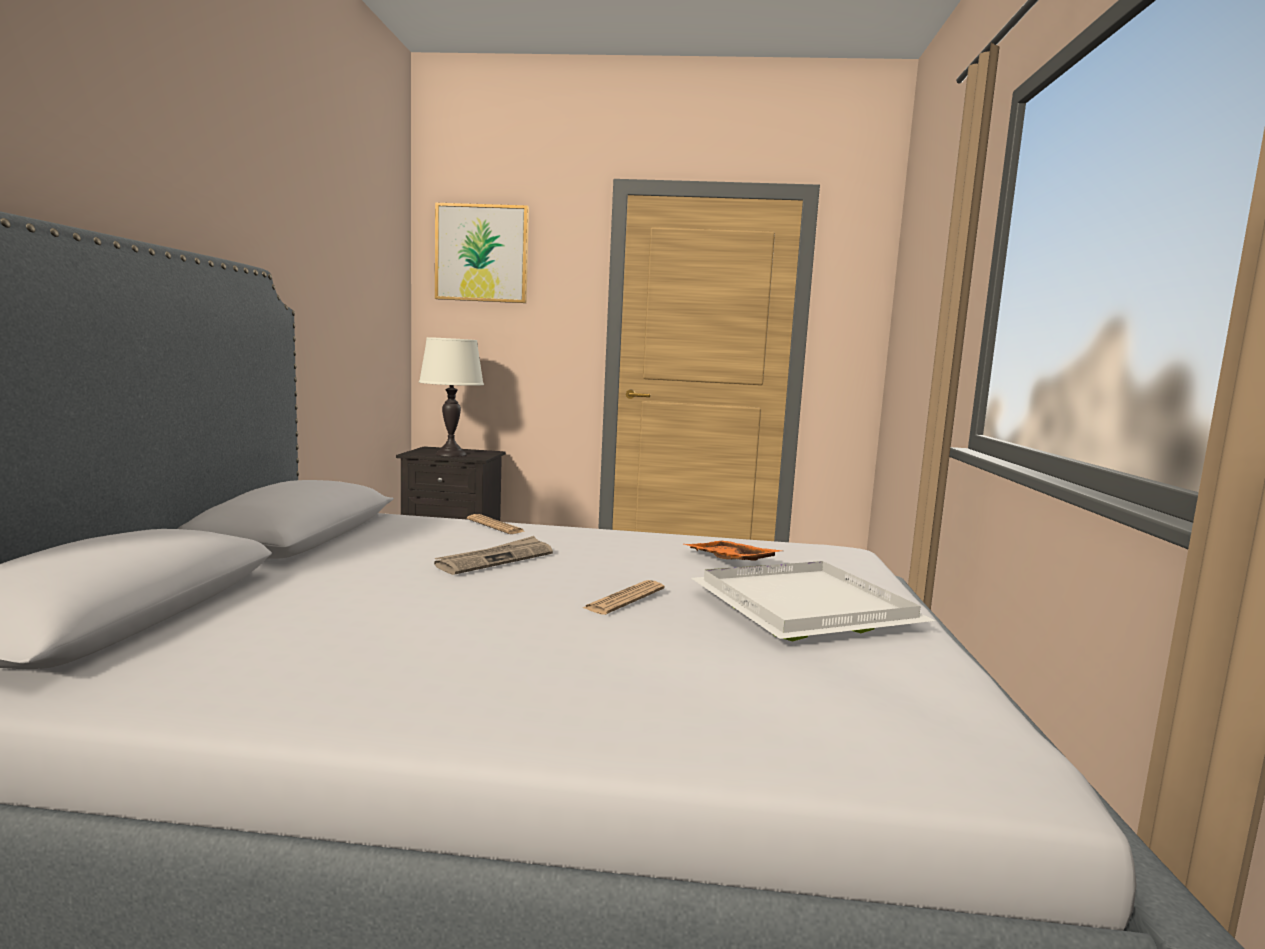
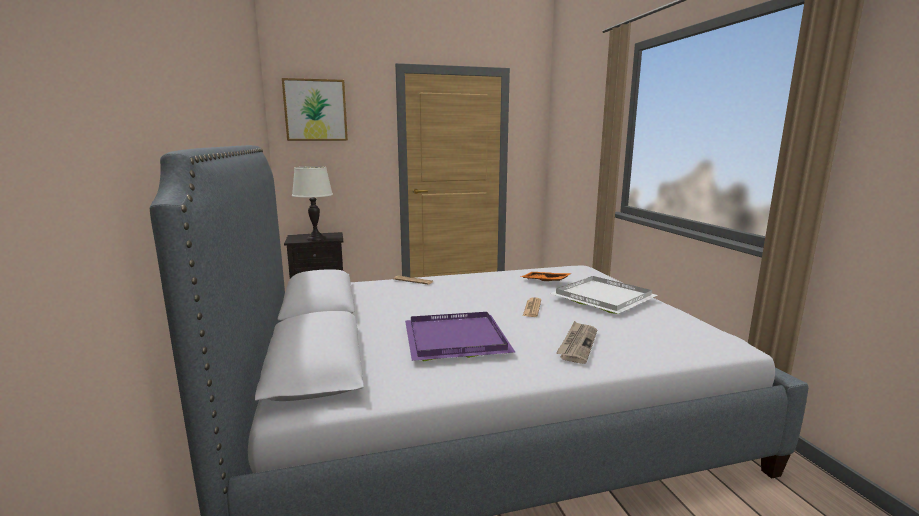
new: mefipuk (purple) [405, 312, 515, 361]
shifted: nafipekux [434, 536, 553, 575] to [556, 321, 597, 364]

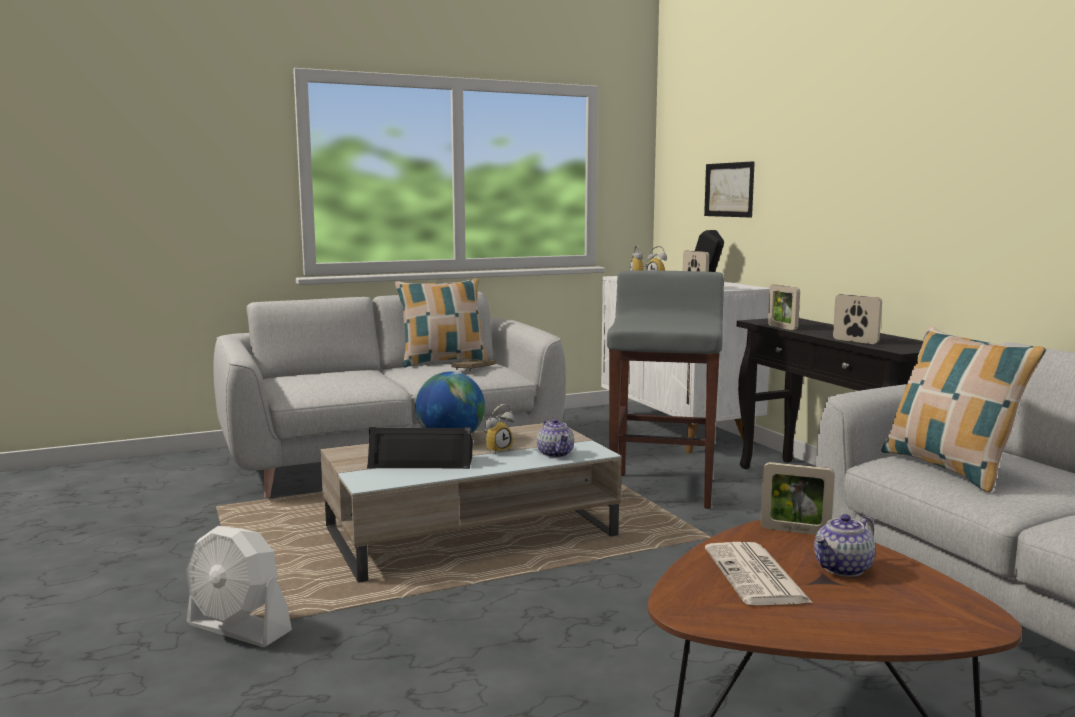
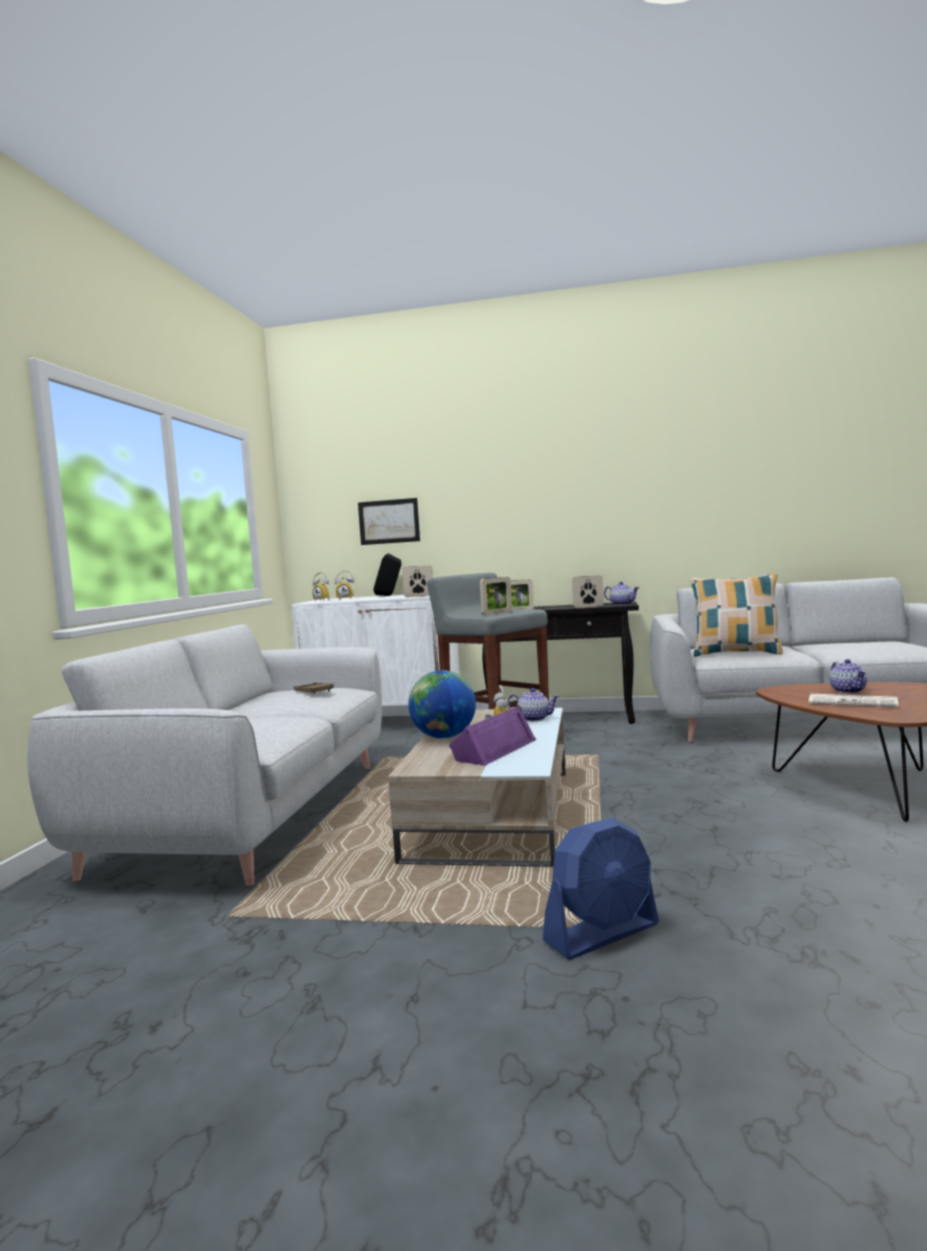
gone: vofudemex [395, 279, 487, 367]
new: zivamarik [604, 582, 640, 605]
shifted: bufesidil [760, 462, 835, 535] to [480, 577, 512, 615]
repainted: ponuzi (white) [186, 526, 292, 647] to ponuzi (blue) [543, 818, 659, 960]; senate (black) [367, 427, 473, 469] to senate (purple) [449, 705, 536, 766]

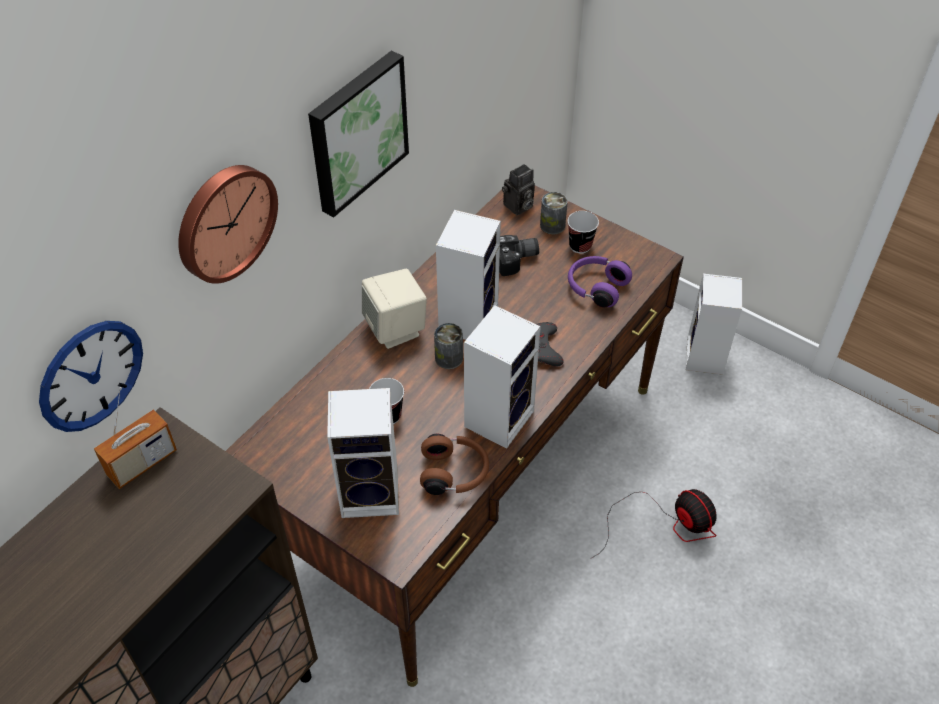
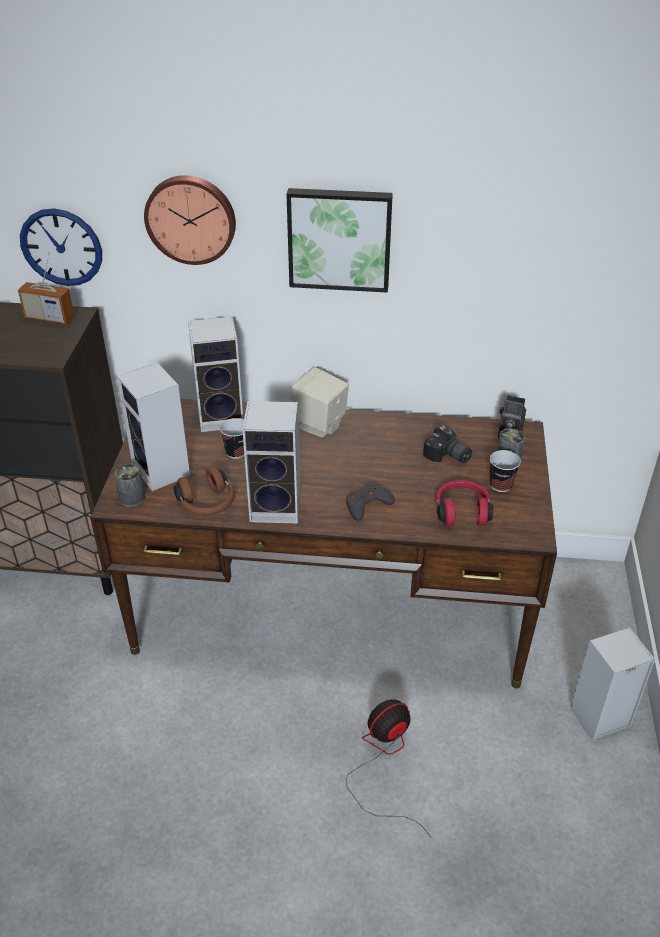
shifted: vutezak [434, 323, 463, 369] to [114, 464, 145, 507]; senate [436, 210, 501, 340] to [188, 316, 243, 432]
repainted: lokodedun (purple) [568, 256, 632, 308] to lokodedun (red) [435, 480, 493, 526]
rotated: ponuzi [590, 489, 717, 559] = [346, 699, 431, 837] 150 degrees counterclockwise

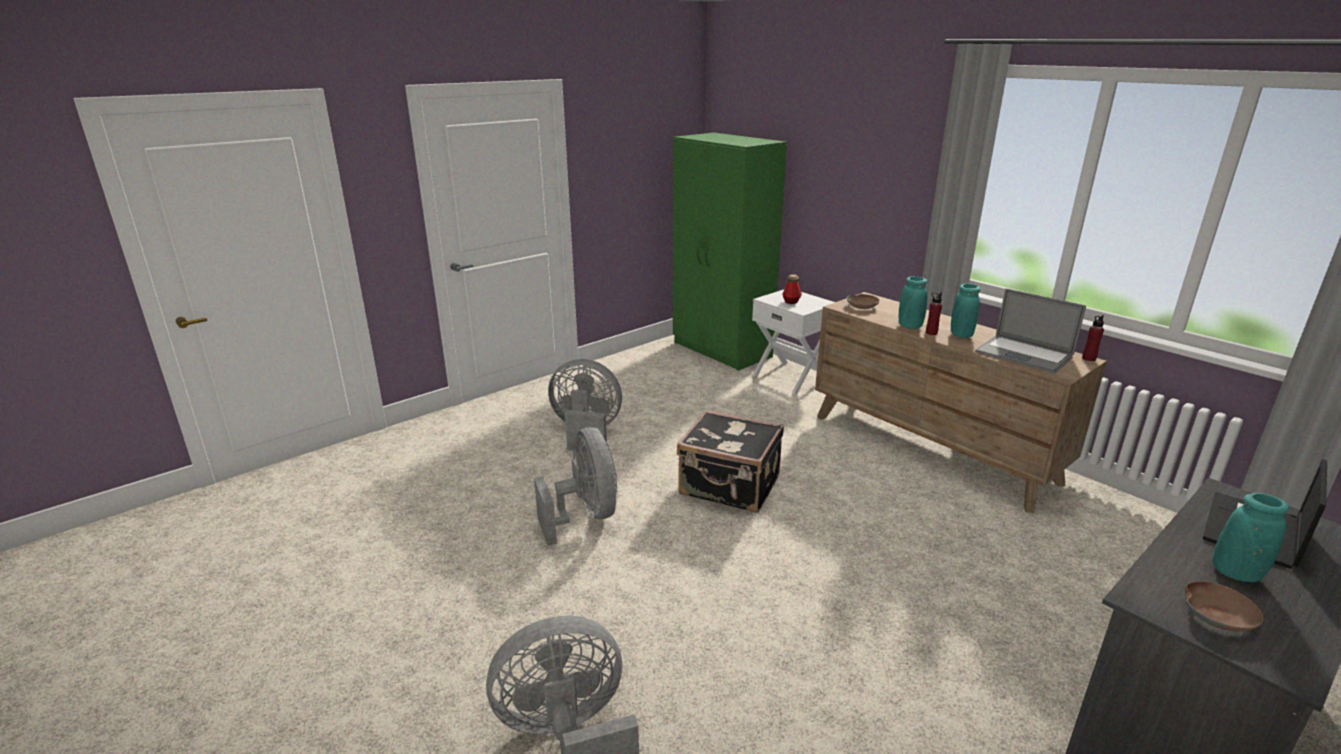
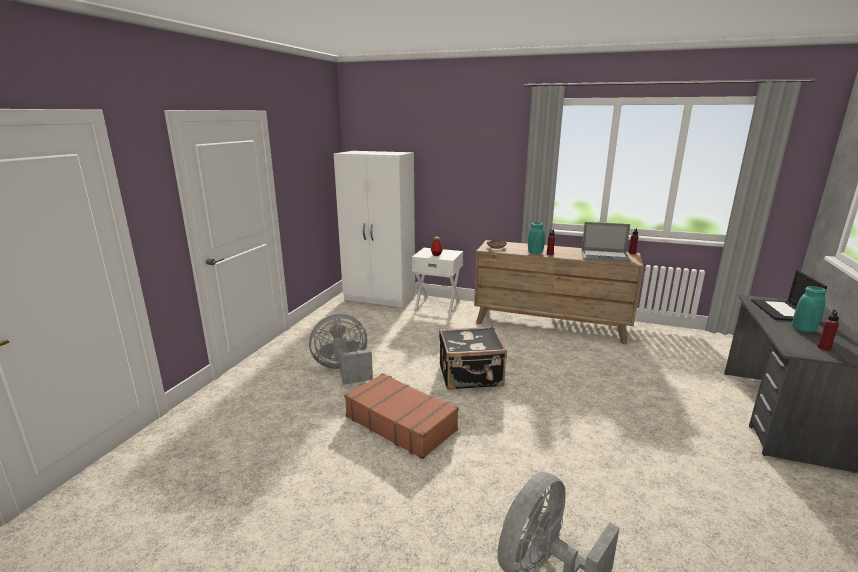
gone: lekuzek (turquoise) [951, 284, 981, 338]
swapped: ponuzi (grey) [534, 427, 618, 546] to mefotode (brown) [344, 373, 459, 459]; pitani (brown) [1185, 581, 1263, 631] to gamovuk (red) [817, 310, 839, 351]
repainted: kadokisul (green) [673, 133, 787, 370] to kadokisul (white) [334, 151, 415, 308]

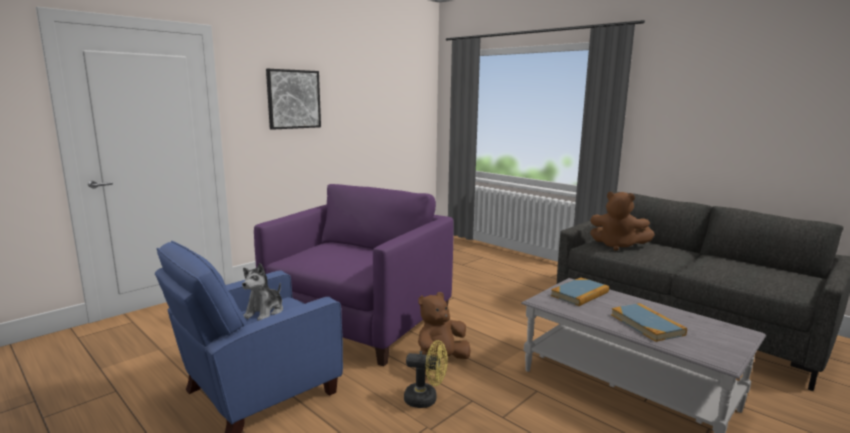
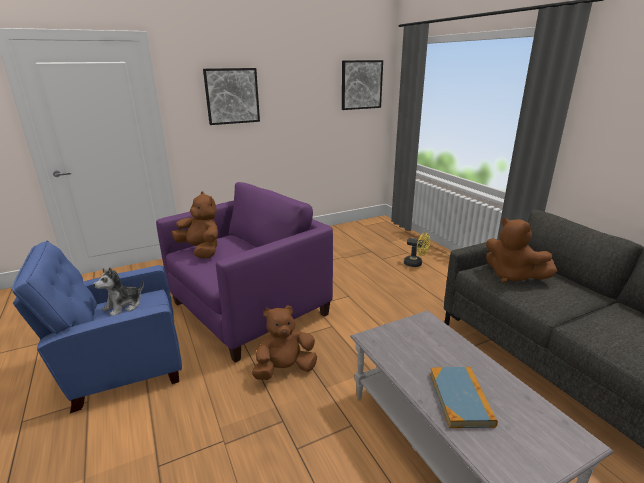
gone: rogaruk [551, 277, 609, 306]
new: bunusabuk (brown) [171, 191, 218, 258]; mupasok [342, 60, 383, 110]
shifted: ponuzi (yellow) [404, 340, 448, 408] to [404, 232, 430, 267]

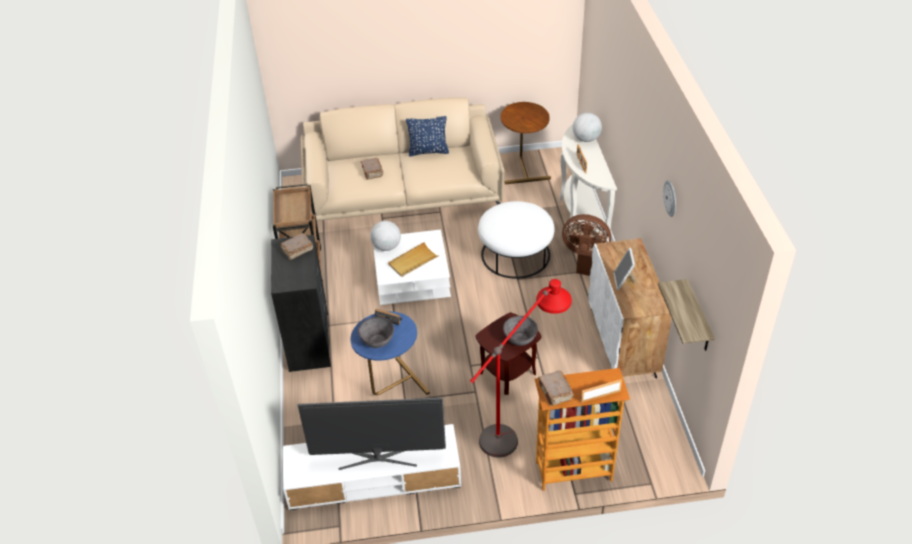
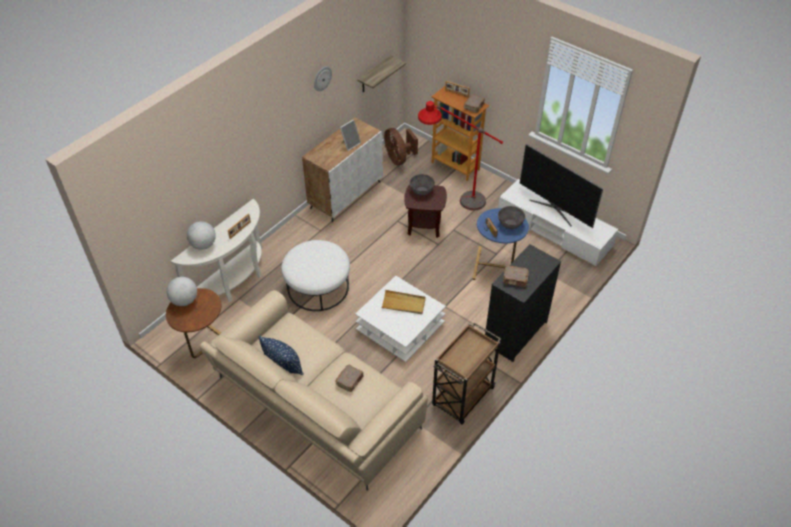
shifted: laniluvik [370, 221, 401, 251] to [167, 277, 197, 306]; ponuzi (brown) [562, 214, 611, 276] to [384, 128, 418, 165]

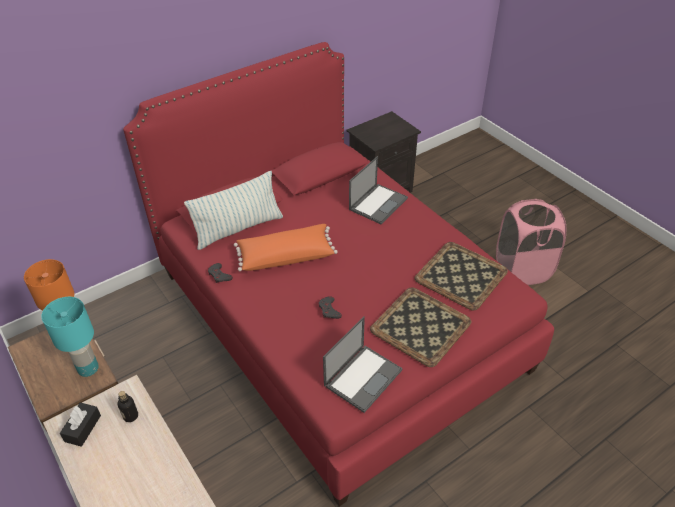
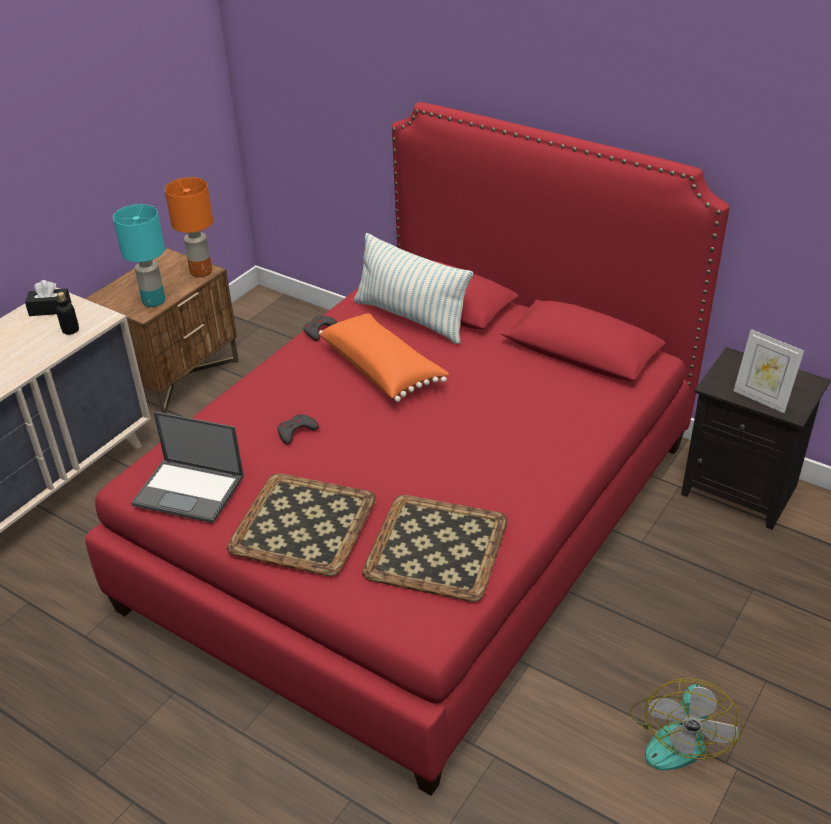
gone: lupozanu [349, 156, 408, 225]
new: bufesidil [733, 329, 804, 413]
swapped: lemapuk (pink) [496, 199, 566, 285] to ponuzi [629, 678, 743, 770]

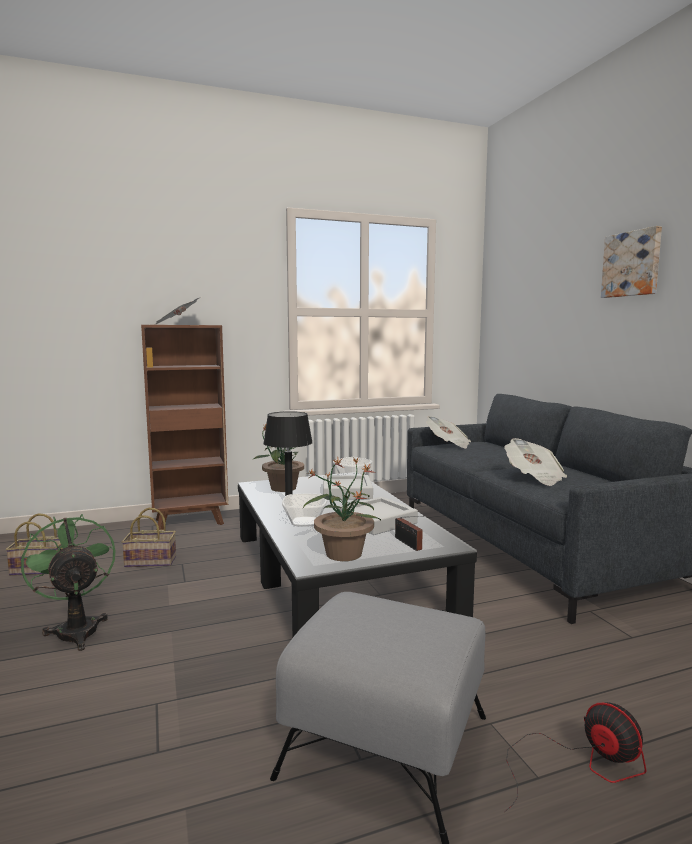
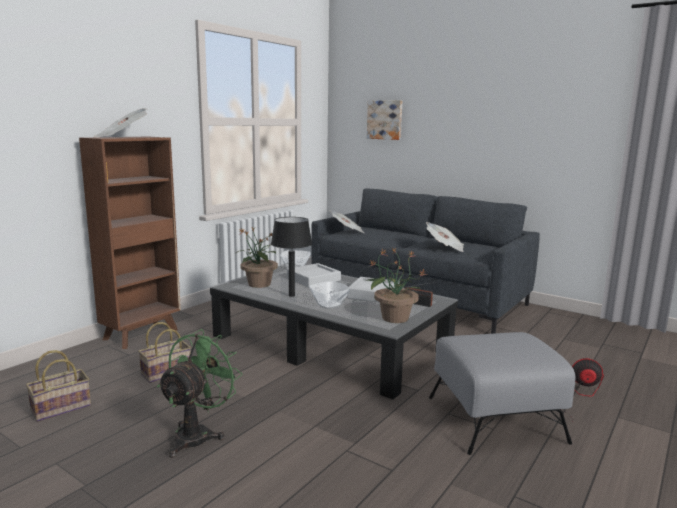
shifted: mupasok [601, 226, 662, 298] to [367, 100, 402, 140]
rotated: ponuzi (green) [21, 514, 115, 651] = [157, 329, 243, 458] 90 degrees clockwise

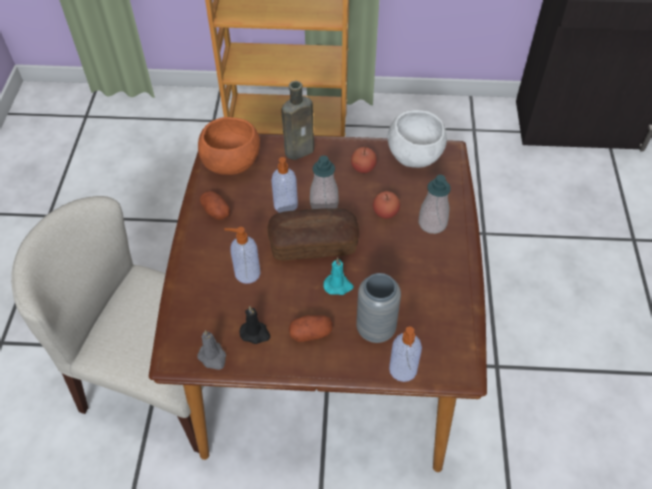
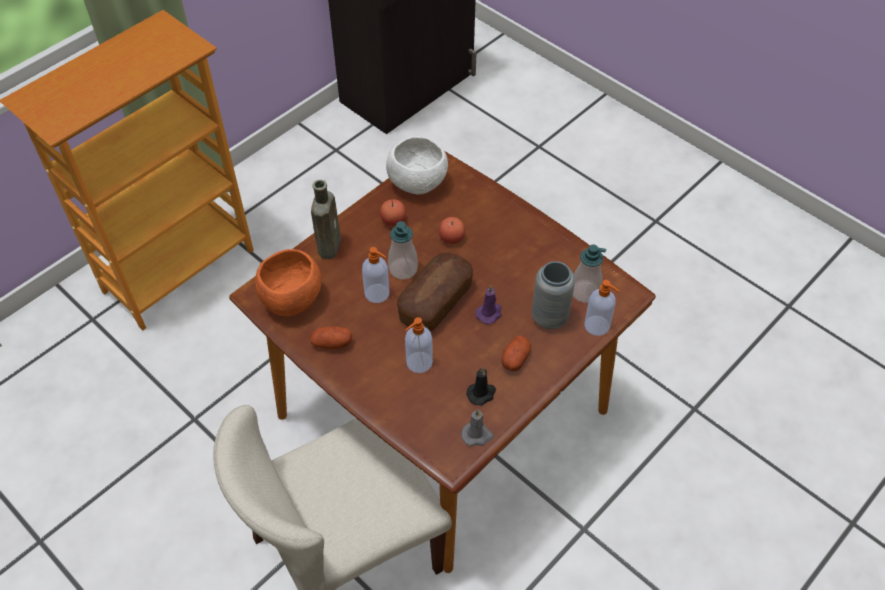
shifted: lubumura [419, 175, 451, 234] to [573, 245, 606, 303]
repainted: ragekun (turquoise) [323, 257, 354, 295] to ragekun (purple) [476, 285, 502, 324]

